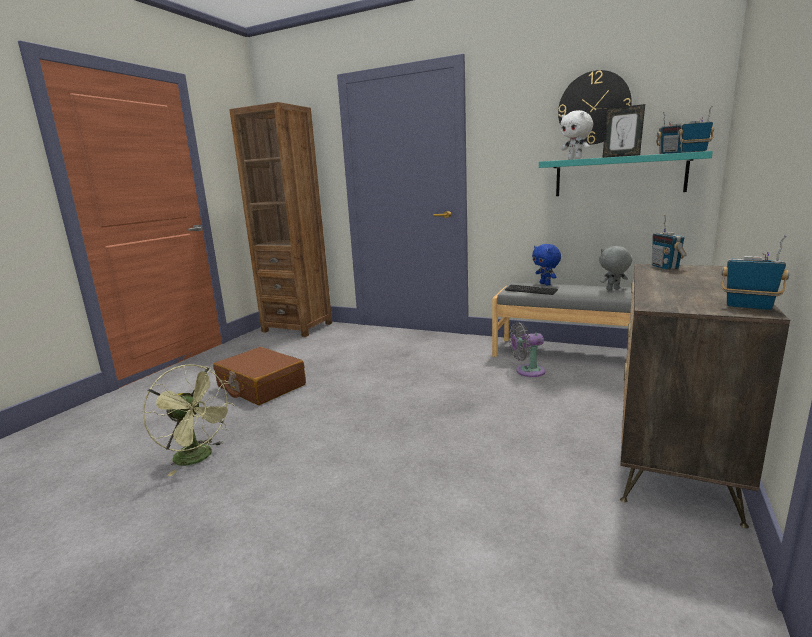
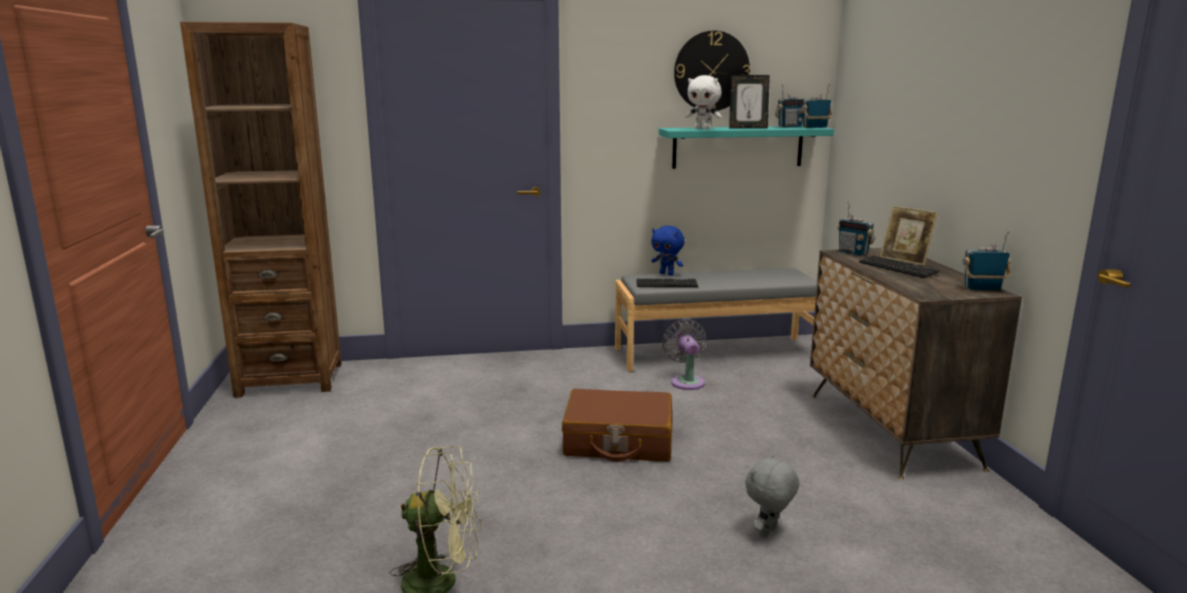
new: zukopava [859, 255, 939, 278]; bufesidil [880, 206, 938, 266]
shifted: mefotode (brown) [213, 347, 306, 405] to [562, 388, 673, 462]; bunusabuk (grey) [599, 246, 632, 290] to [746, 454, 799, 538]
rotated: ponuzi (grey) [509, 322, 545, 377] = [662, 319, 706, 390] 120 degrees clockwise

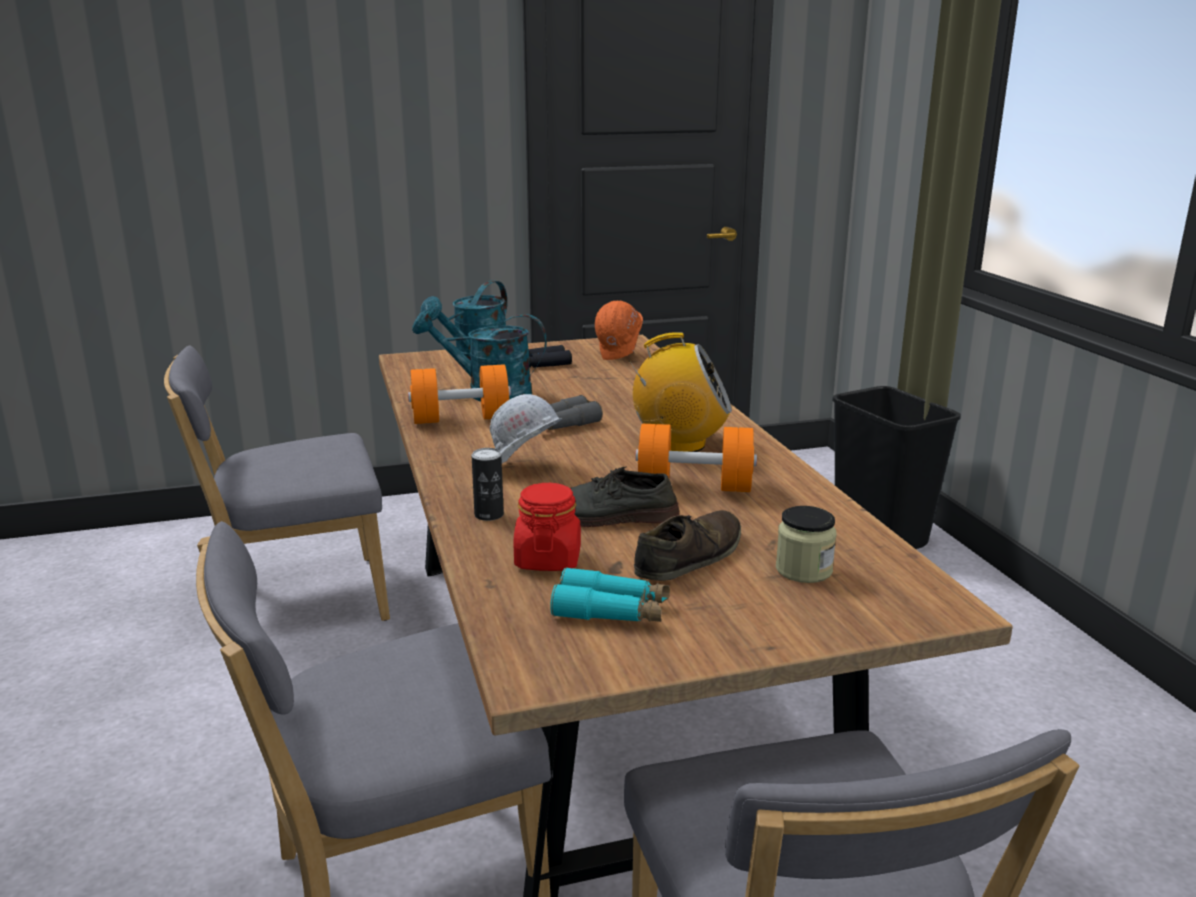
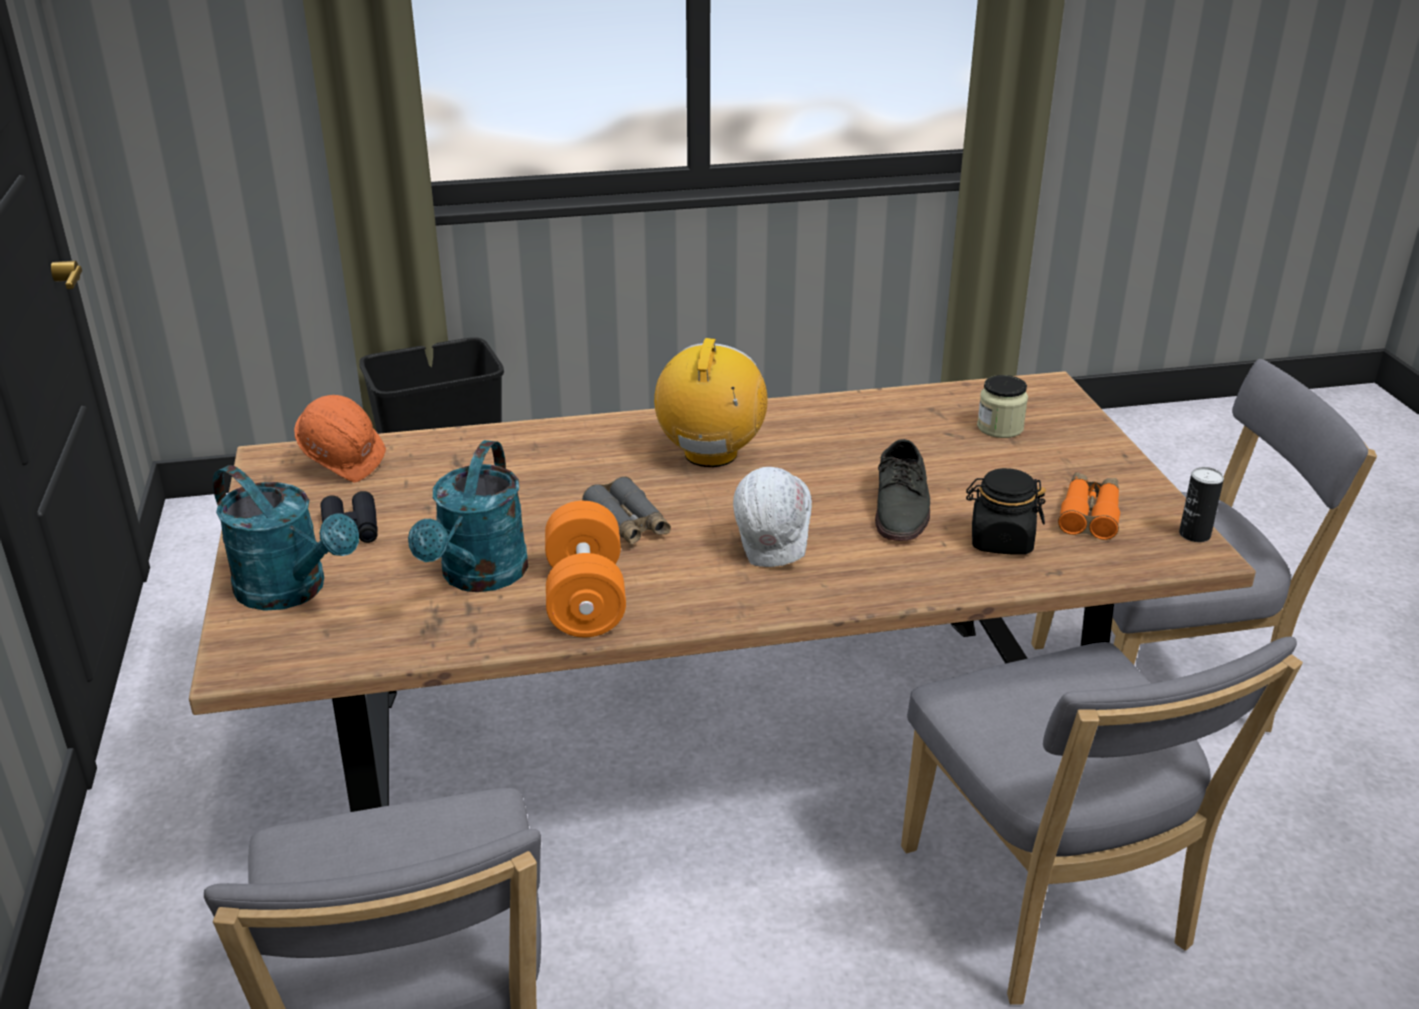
gone: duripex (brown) [634, 510, 741, 581]; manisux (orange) [635, 424, 757, 492]
shifted: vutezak [472, 448, 504, 521] to [1179, 467, 1224, 542]
repainted: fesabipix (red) [513, 483, 581, 571] to fesabipix (black) [966, 468, 1046, 555]; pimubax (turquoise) [550, 567, 670, 622] to pimubax (orange) [1058, 472, 1120, 540]

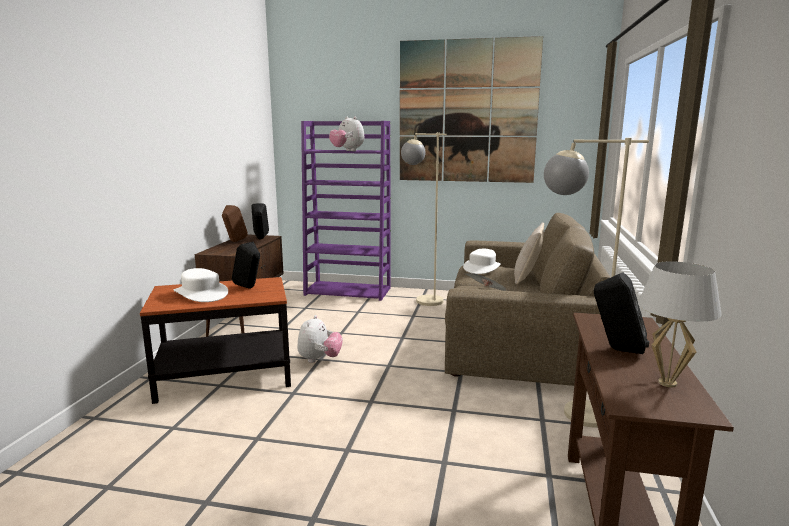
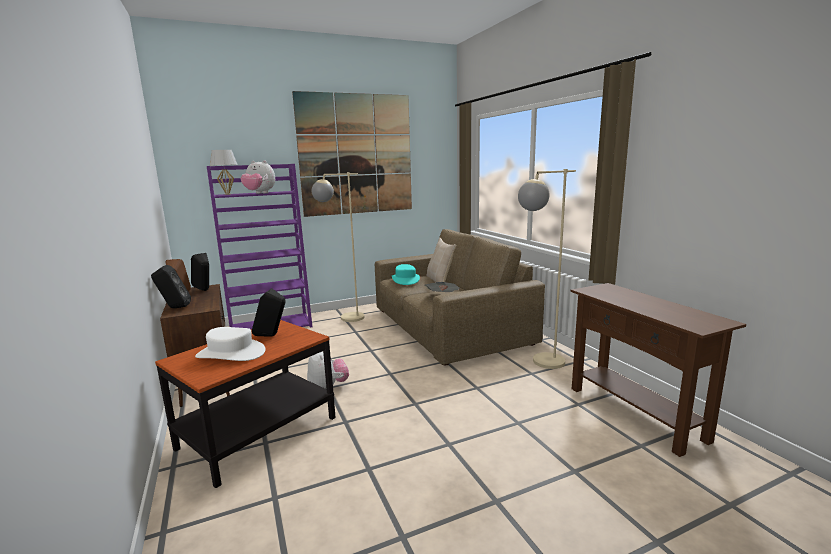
shifted: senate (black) [594, 272, 649, 354] to [151, 265, 191, 308]; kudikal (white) [638, 261, 722, 387] to [210, 150, 238, 195]
repainted: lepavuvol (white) [463, 249, 501, 274] to lepavuvol (turquoise) [392, 264, 420, 285]

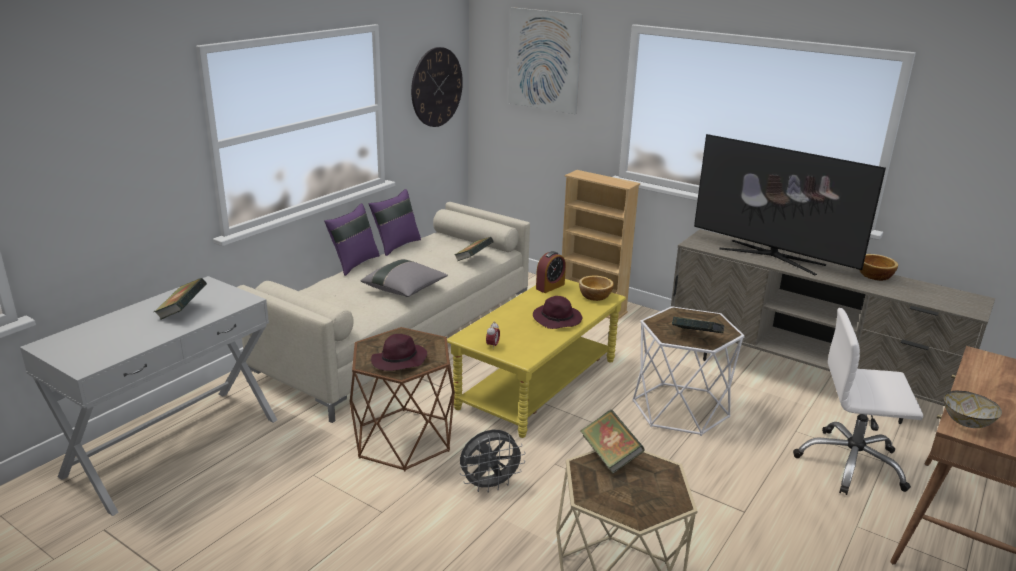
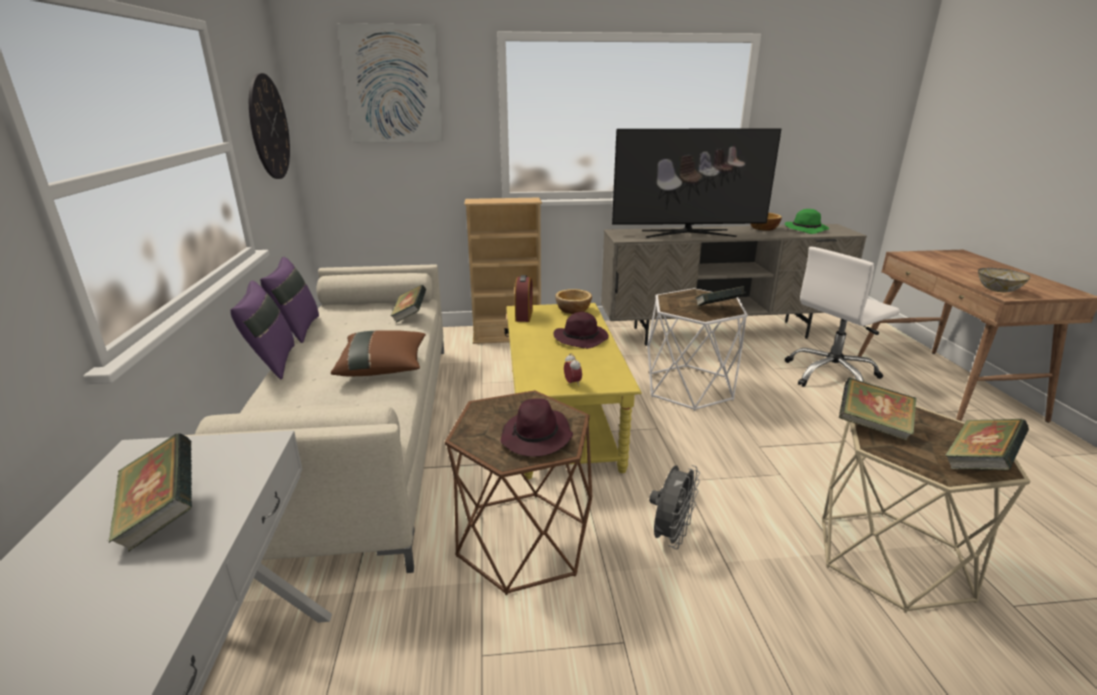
new: lepavuvol (green) [785, 209, 829, 234]; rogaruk [945, 419, 1029, 470]
repainted: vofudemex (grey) [361, 259, 448, 297] to vofudemex (brown) [331, 330, 426, 376]

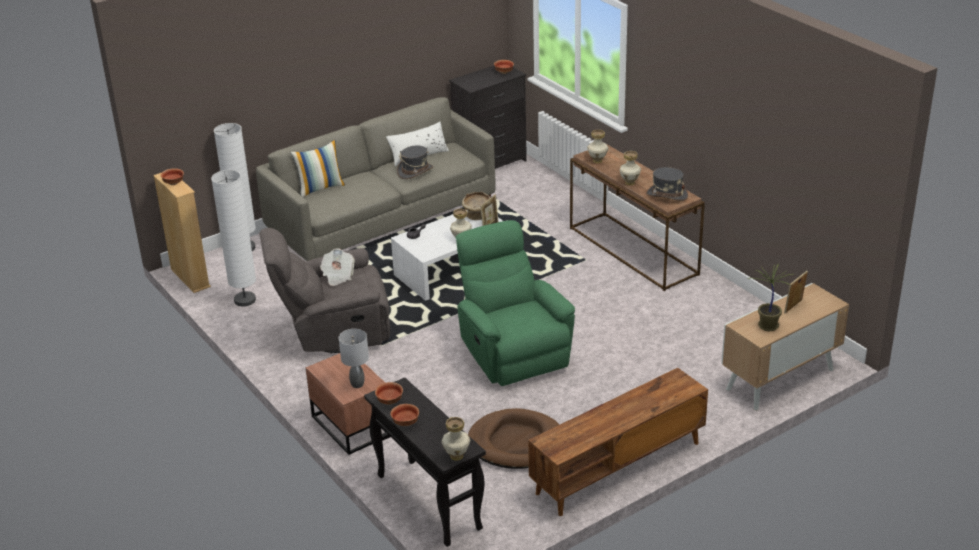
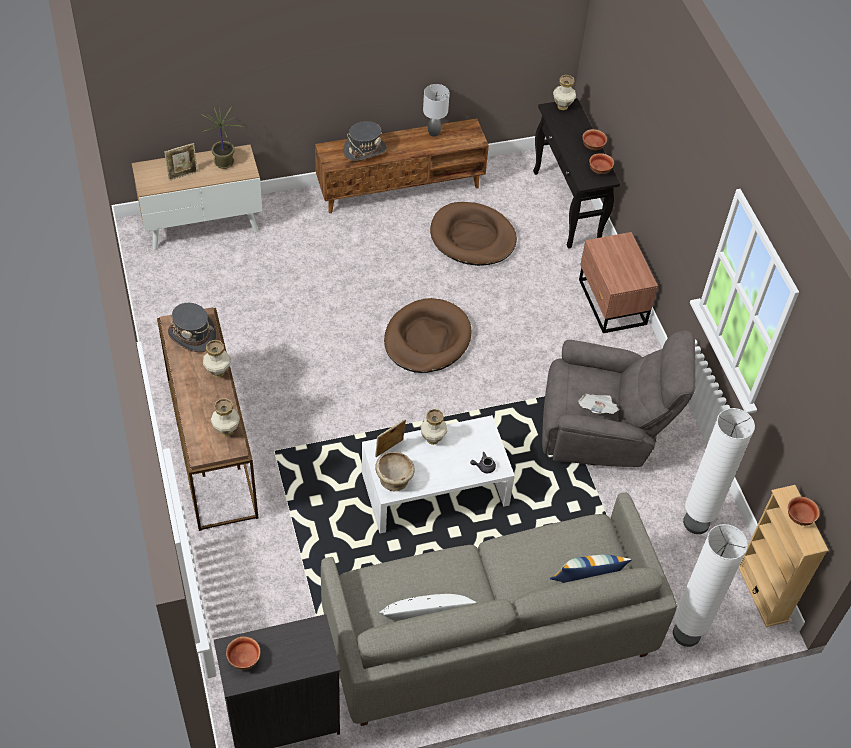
shifted: kudikal (grey) [339, 329, 369, 388] to [423, 84, 450, 137]; lepavuvol (grey) [397, 145, 433, 179] to [343, 121, 387, 161]
swapped: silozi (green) [455, 220, 575, 386] to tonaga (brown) [384, 298, 472, 373]

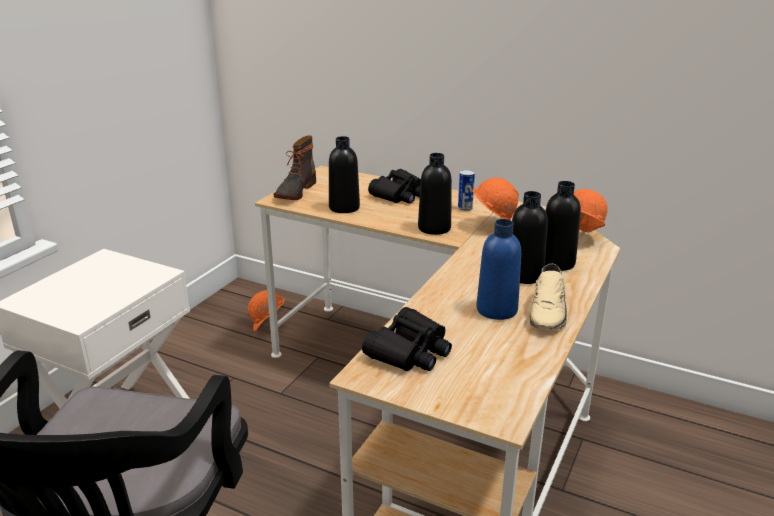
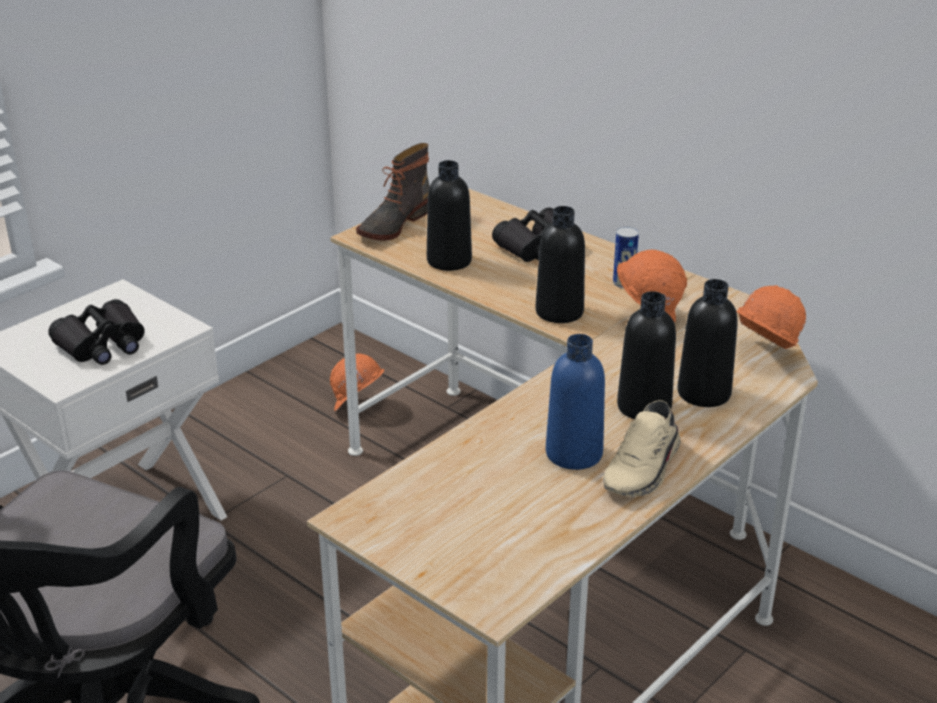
shifted: pimubax (black) [362, 307, 452, 371] to [48, 299, 145, 365]

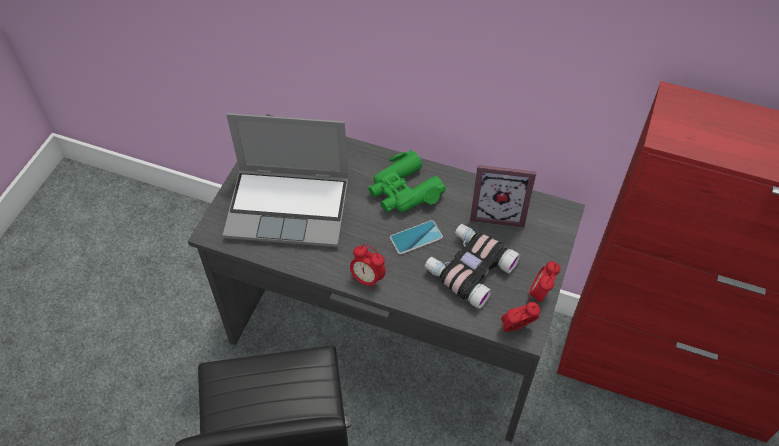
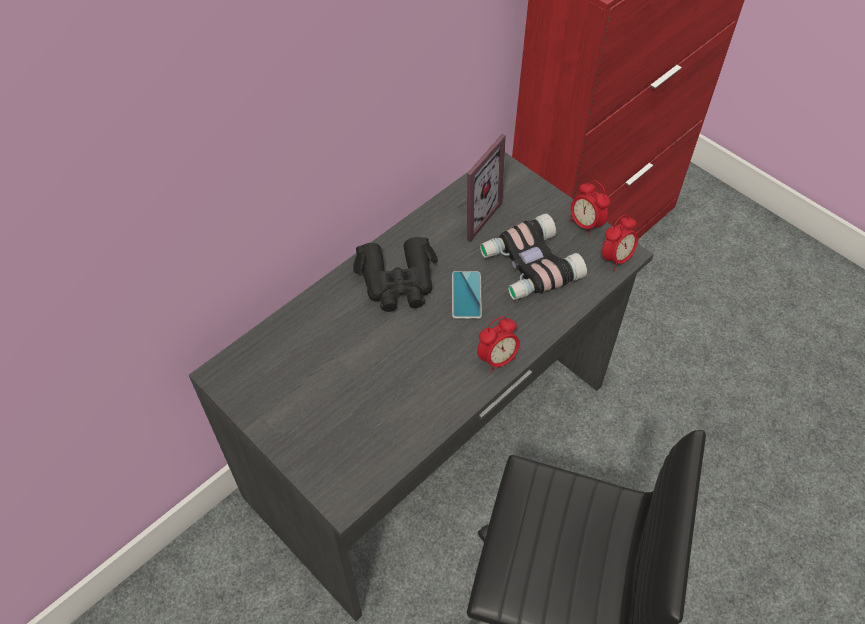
gone: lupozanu [223, 113, 349, 247]
repainted: pimubax (green) [368, 150, 446, 212] to pimubax (black) [353, 237, 438, 312]
rotated: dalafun [501, 302, 540, 332] = [602, 214, 638, 271] 135 degrees counterclockwise

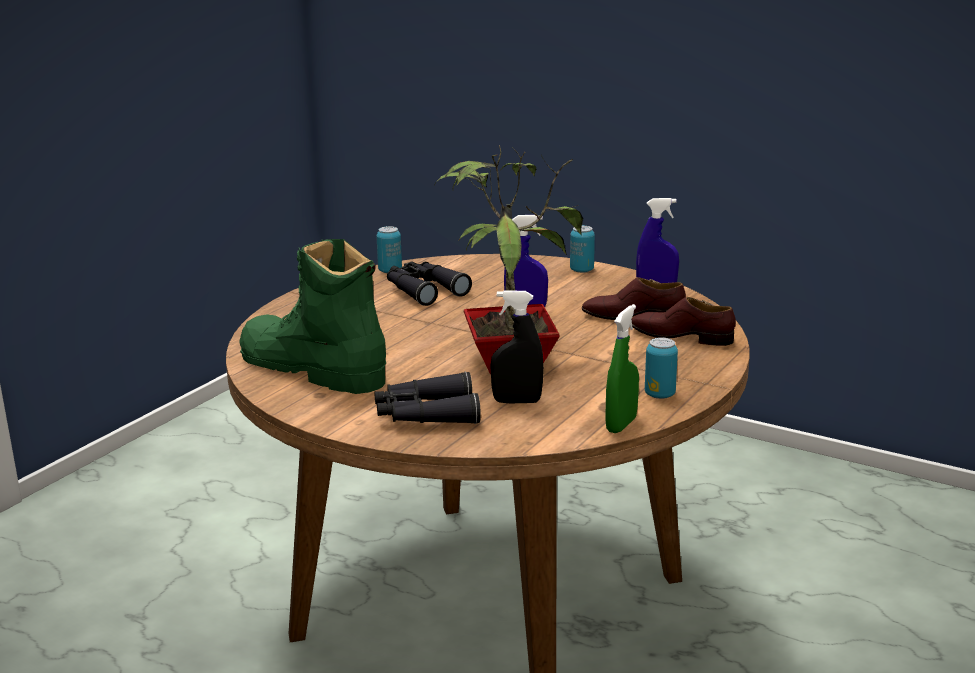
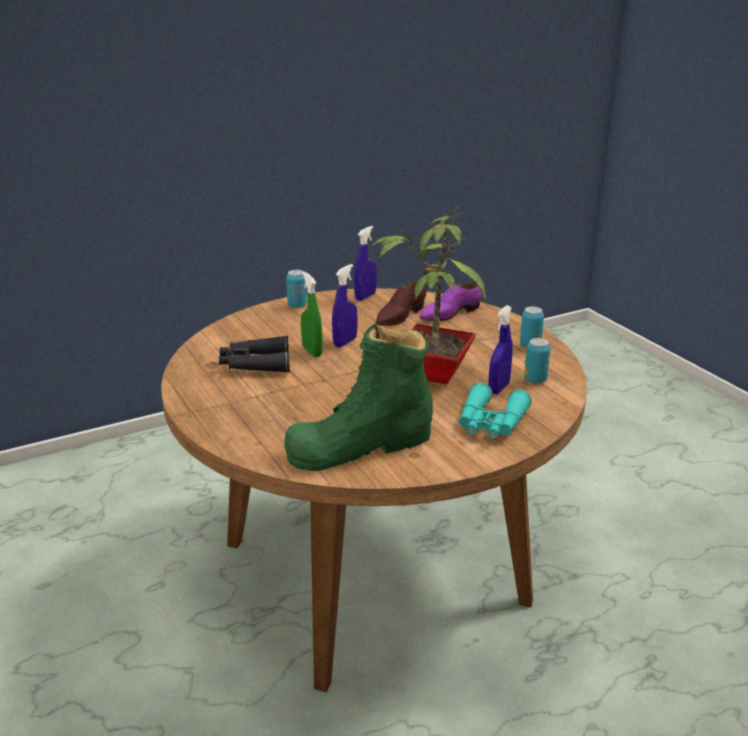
shifted: vutezak [377, 226, 402, 273] to [524, 338, 550, 383]; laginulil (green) [605, 304, 639, 433] to [301, 271, 323, 357]
repainted: pimubax (black) [375, 372, 481, 424] to pimubax (turquoise) [459, 382, 531, 438]; laginulil (black) [490, 290, 544, 403] to laginulil (blue) [488, 305, 513, 394]; duripex (brown) [631, 297, 736, 346] to duripex (purple) [419, 281, 482, 321]

